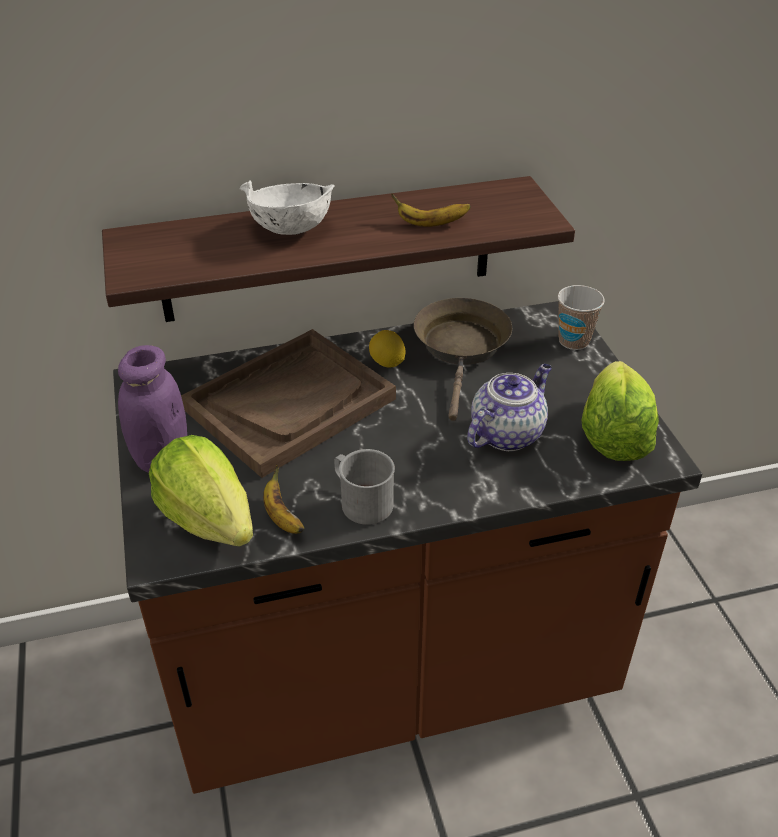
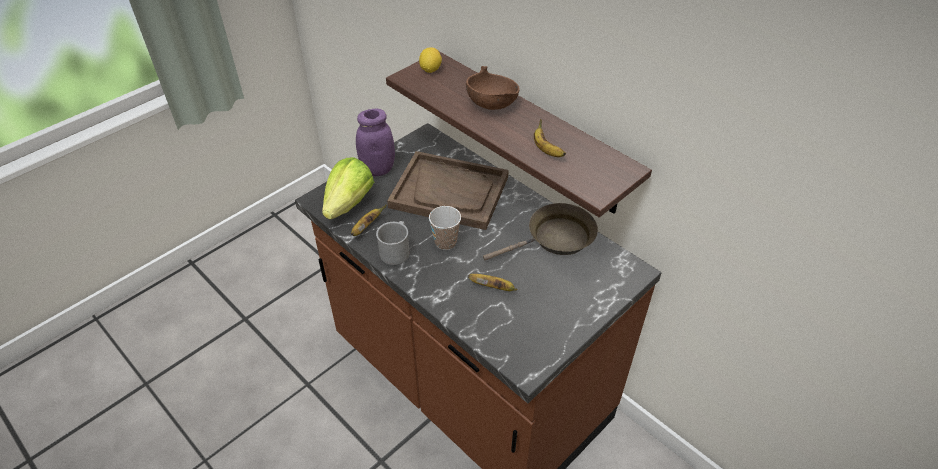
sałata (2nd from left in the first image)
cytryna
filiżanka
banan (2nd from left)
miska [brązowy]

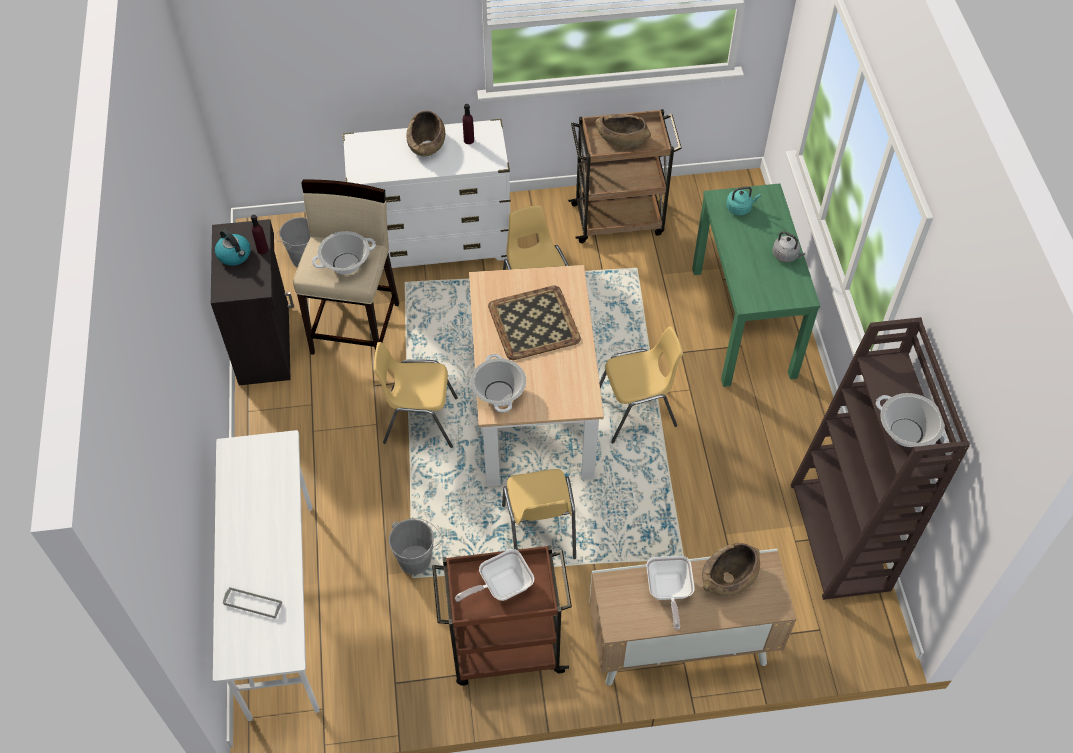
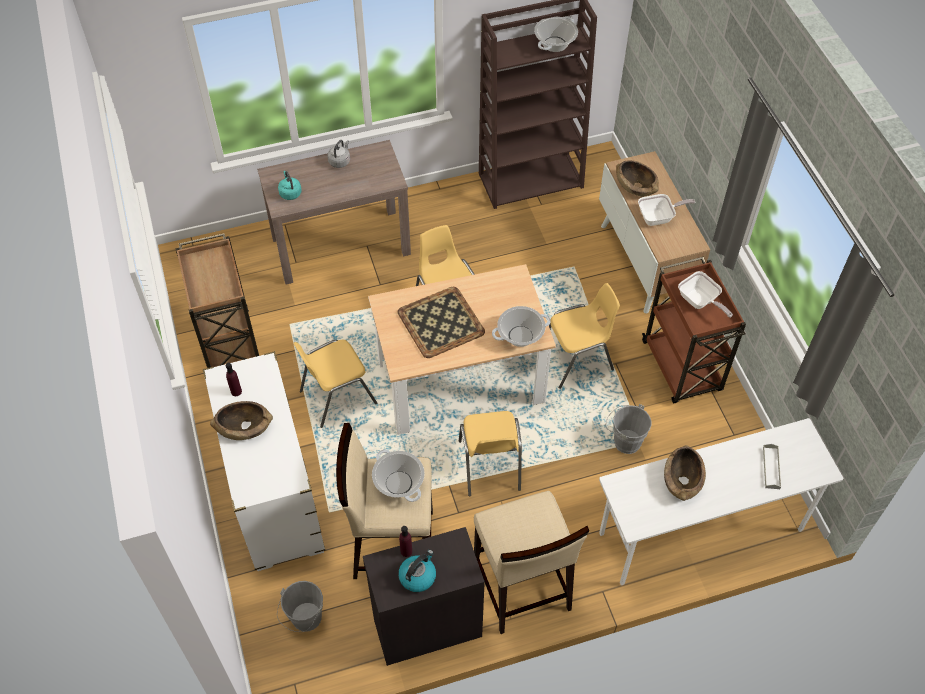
stołek [beżowy] (2nd from left)
miska [brązowy] (3rd from left)
stolik konsolowy [brązowy]

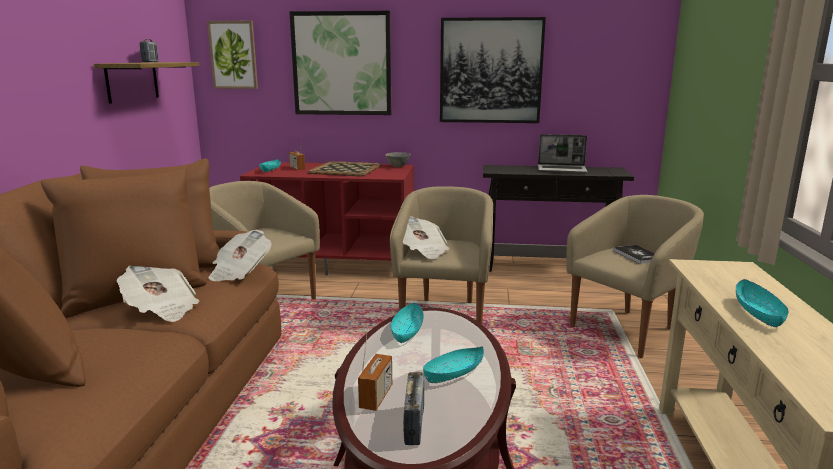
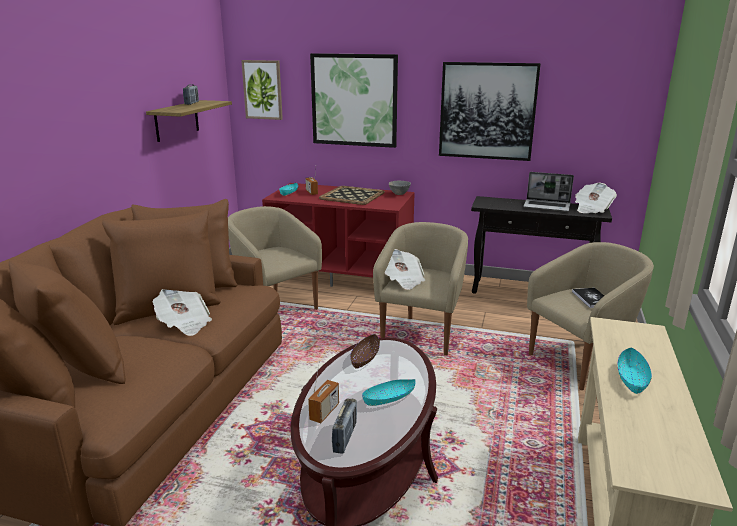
gazeta (3rd from left)
miska [brązowy]

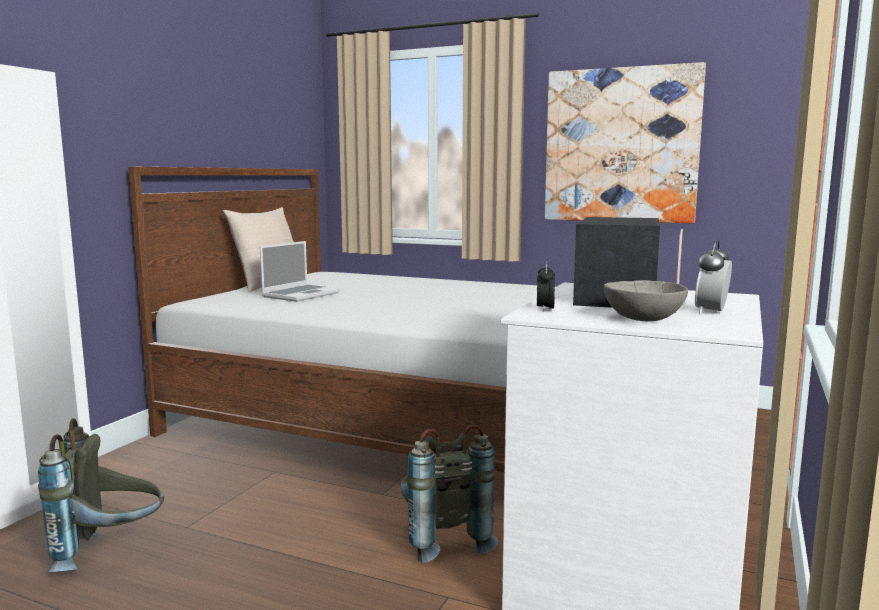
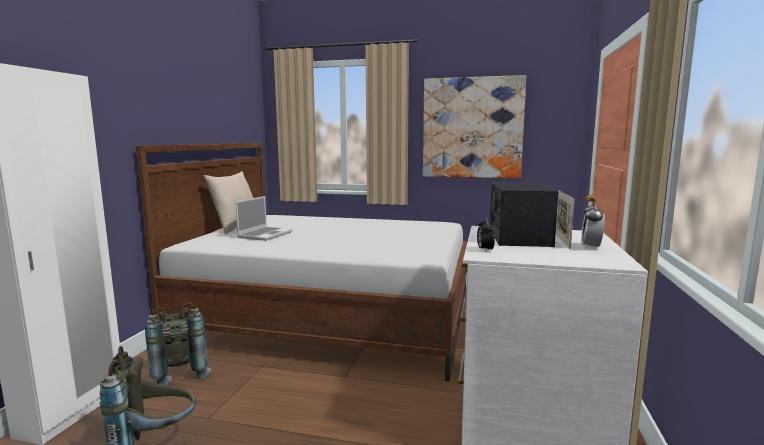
miska [szary]
plecak [szary] (2nd from left)

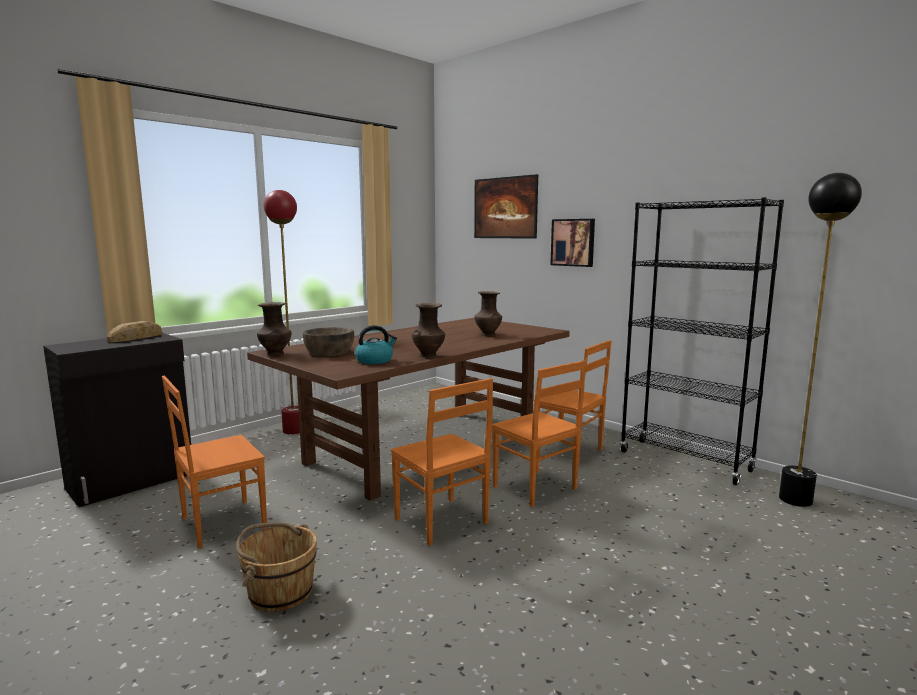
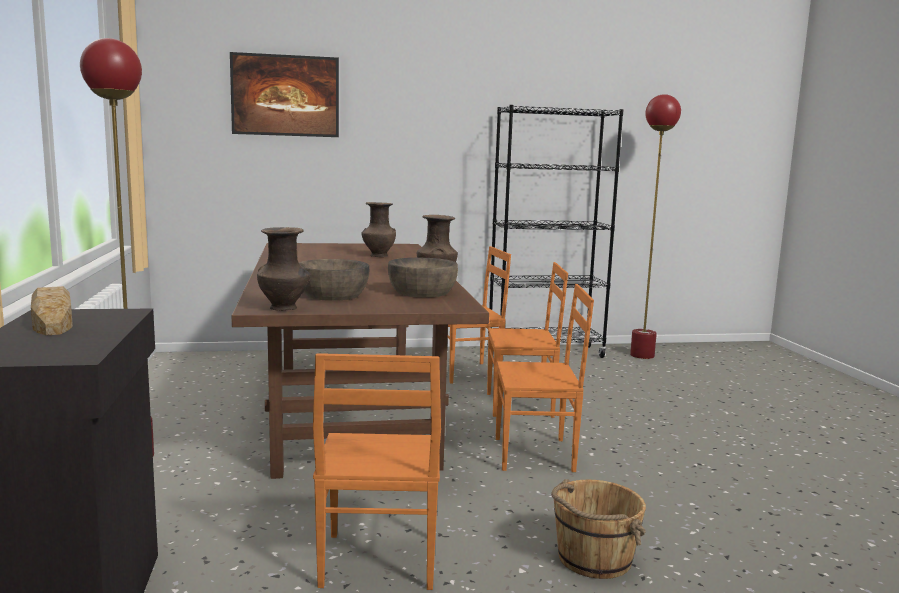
obraz (2nd from left in the first image)
miska [brązowy] (2nd from left)
lampa stojąca [czerwony] (2nd from left)

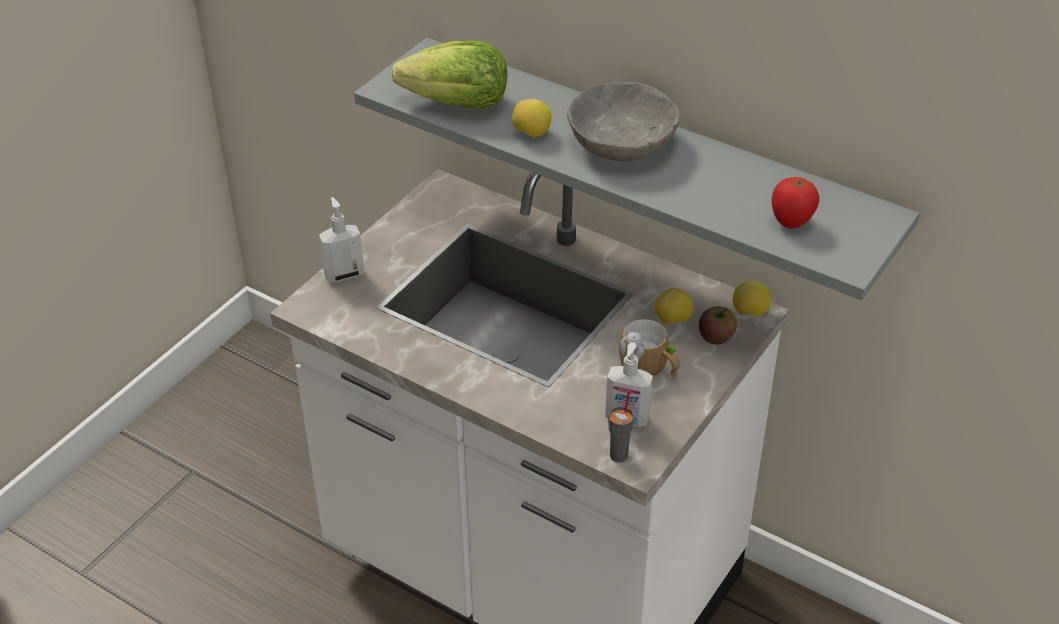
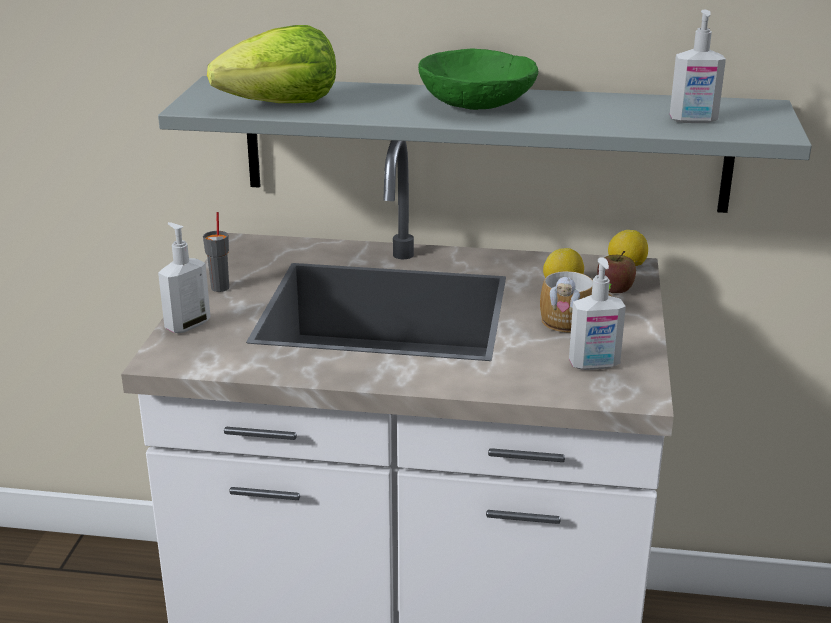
cytryna (1st from left in the first image)
filiżanka [szary]
dozownik mydła (3rd from left)
miska [zielony]

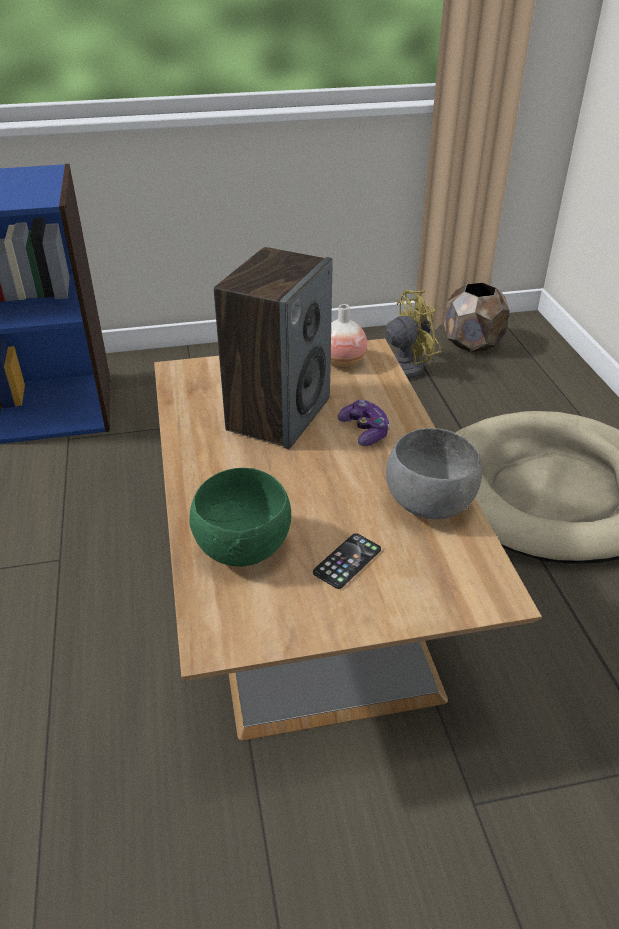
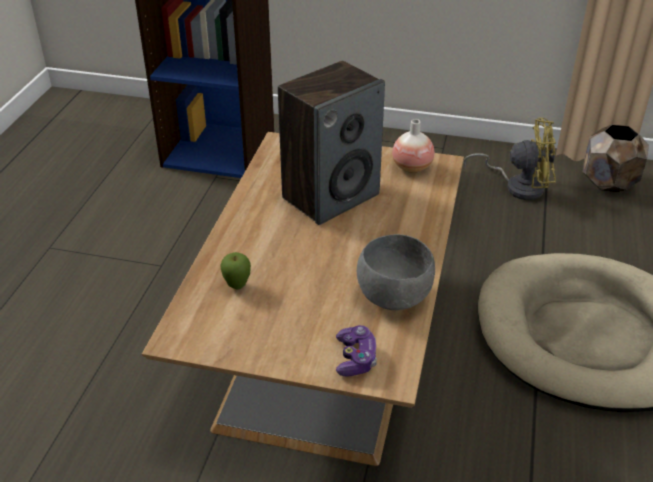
telefon
pad do gier
jabłko

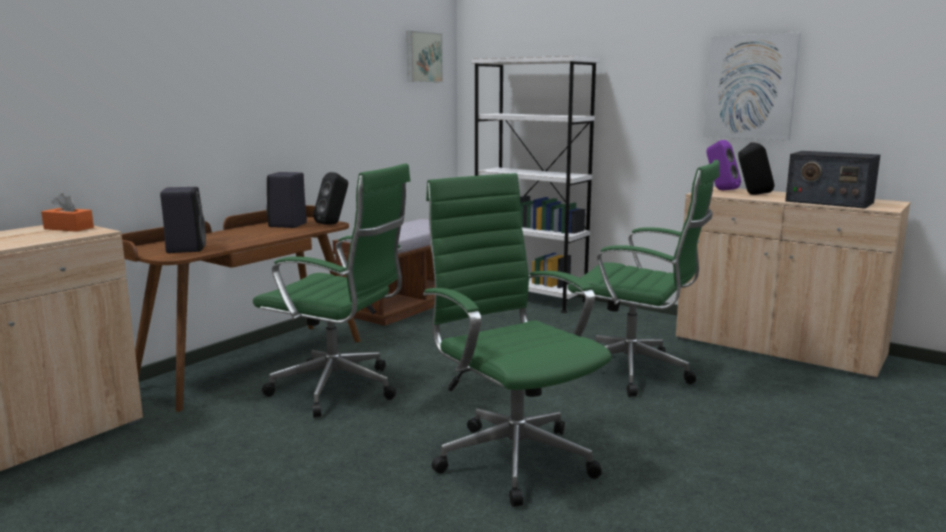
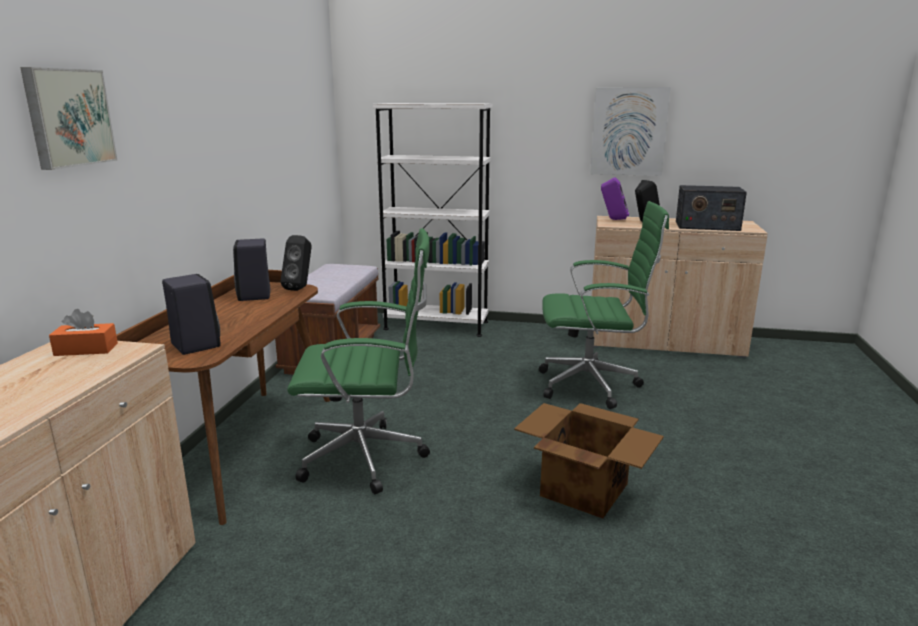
obraz (1st from left)
karton

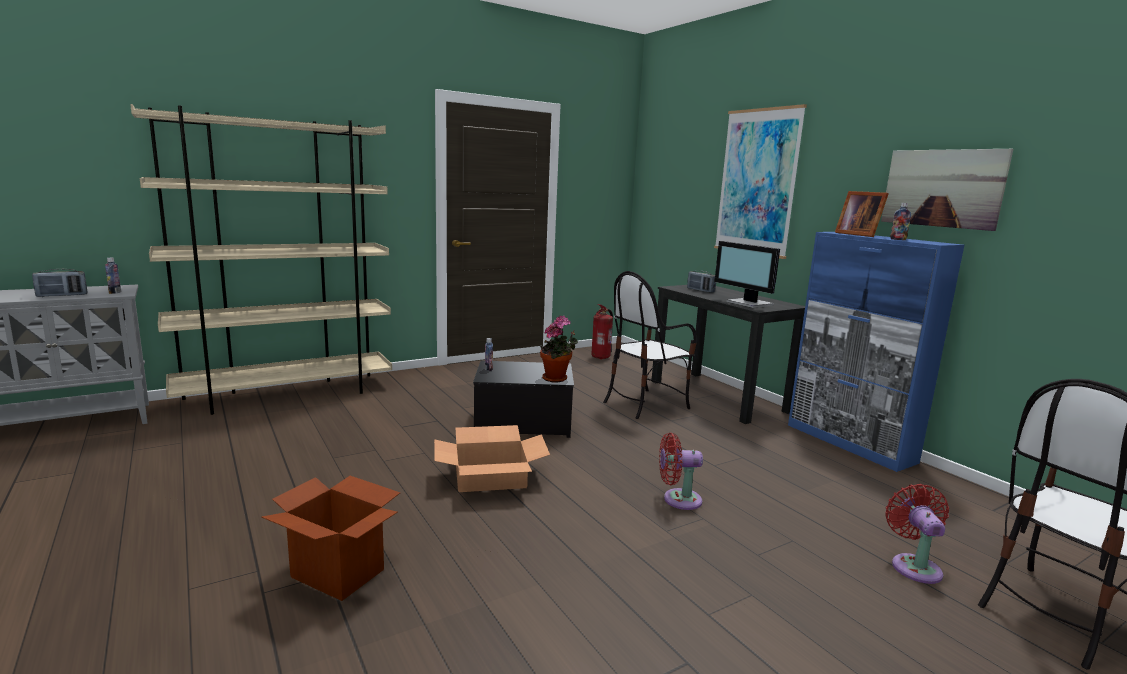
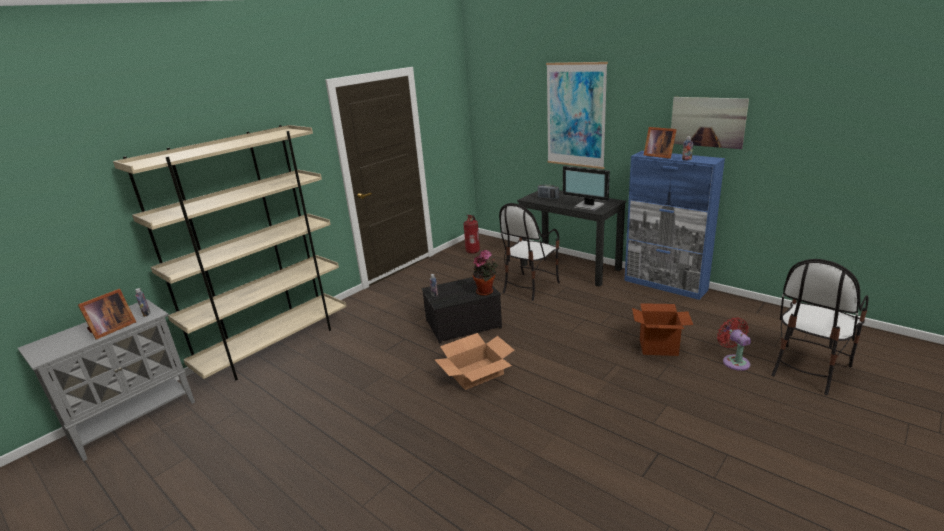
wentylator [czerwony] (1st from left in the first image)
karton (2nd from left)
ramka na zdjęcie (1st from left)

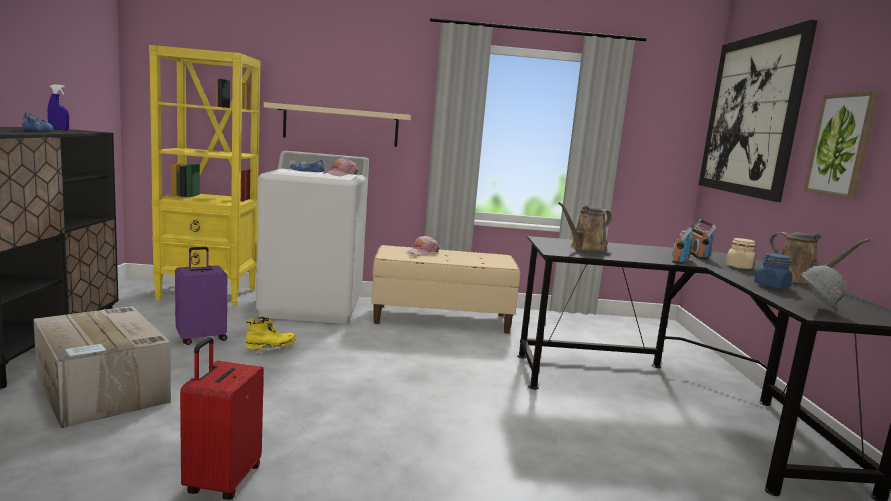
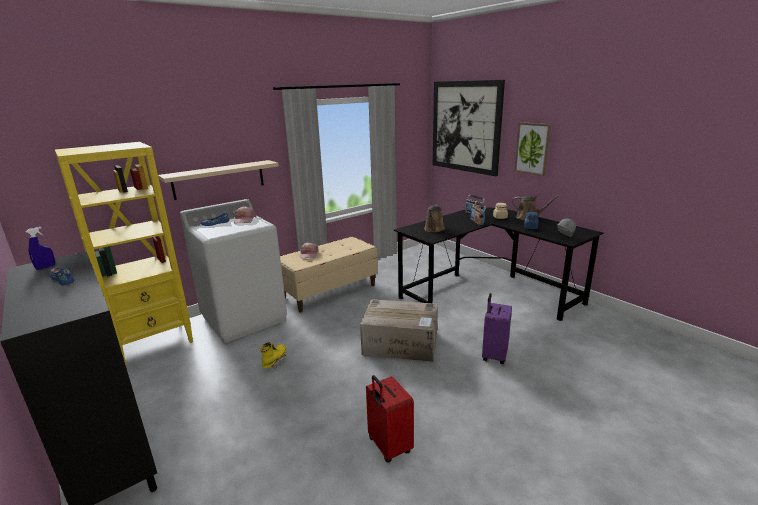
karton
walizka [fioletowy]

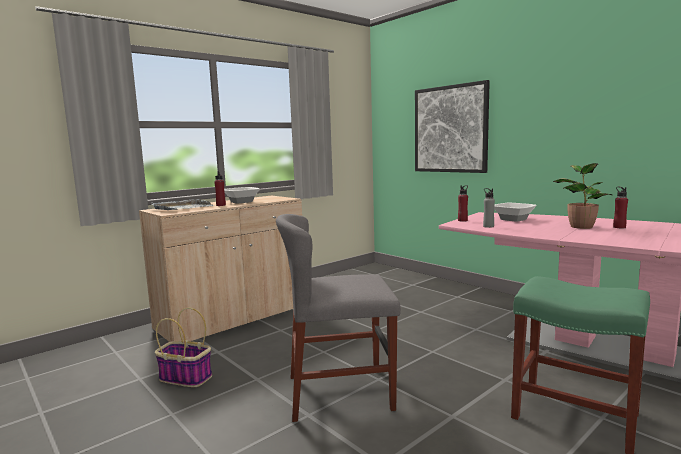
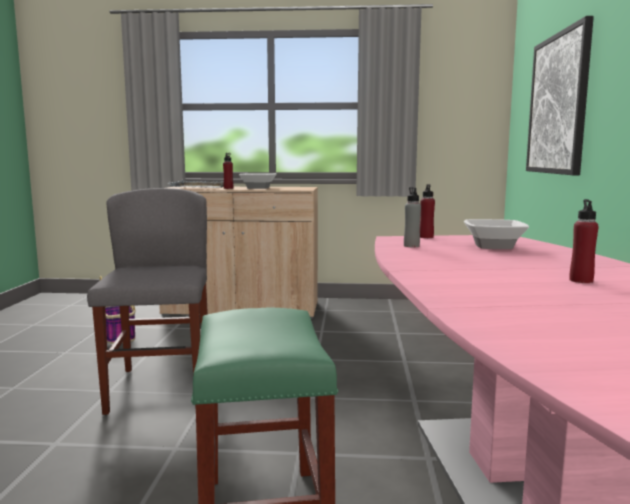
roślina doniczkowa
krzesło [szary]

